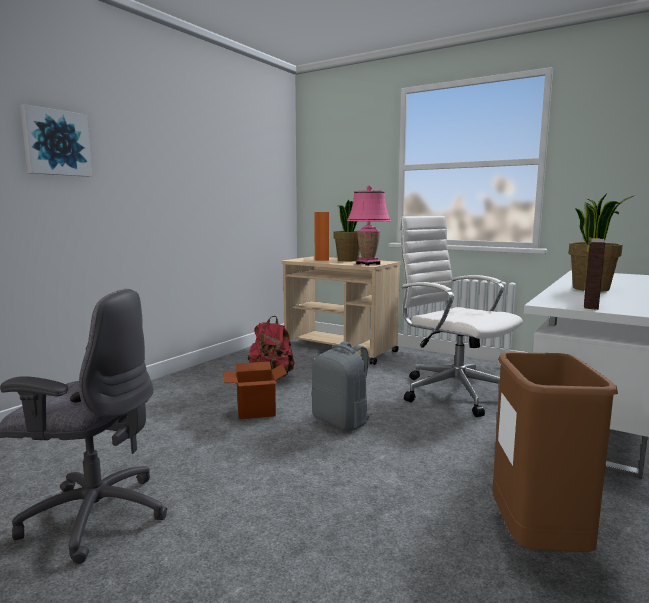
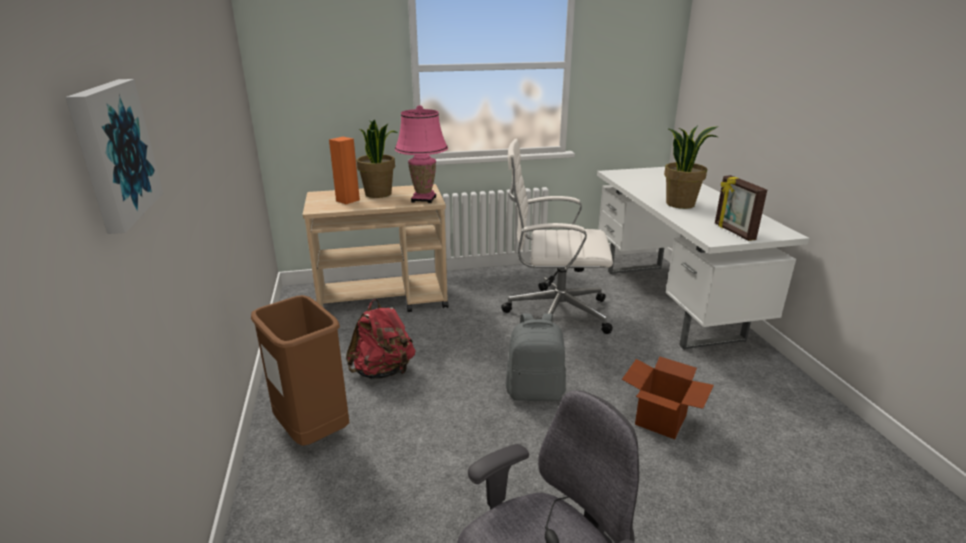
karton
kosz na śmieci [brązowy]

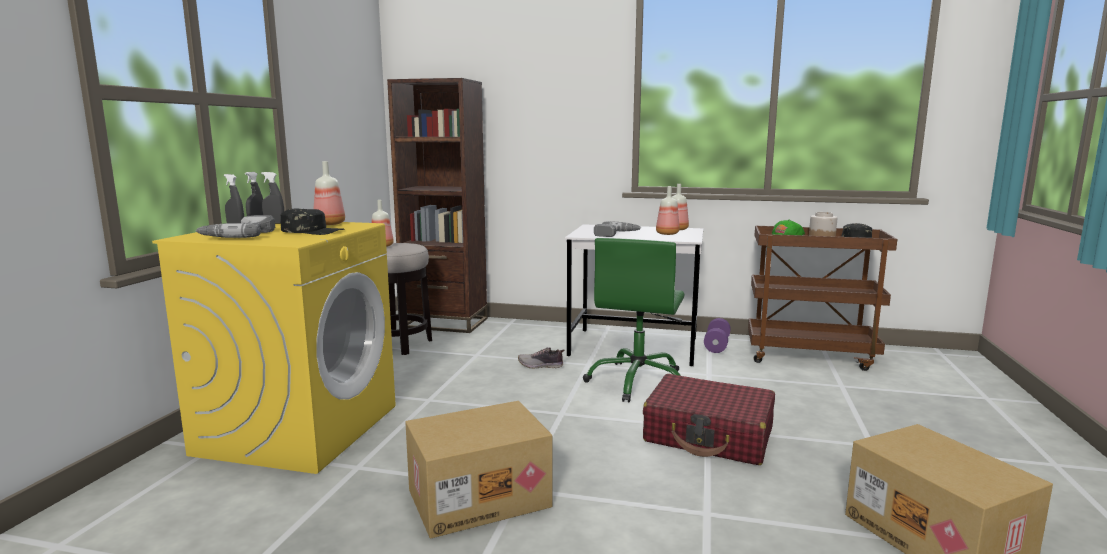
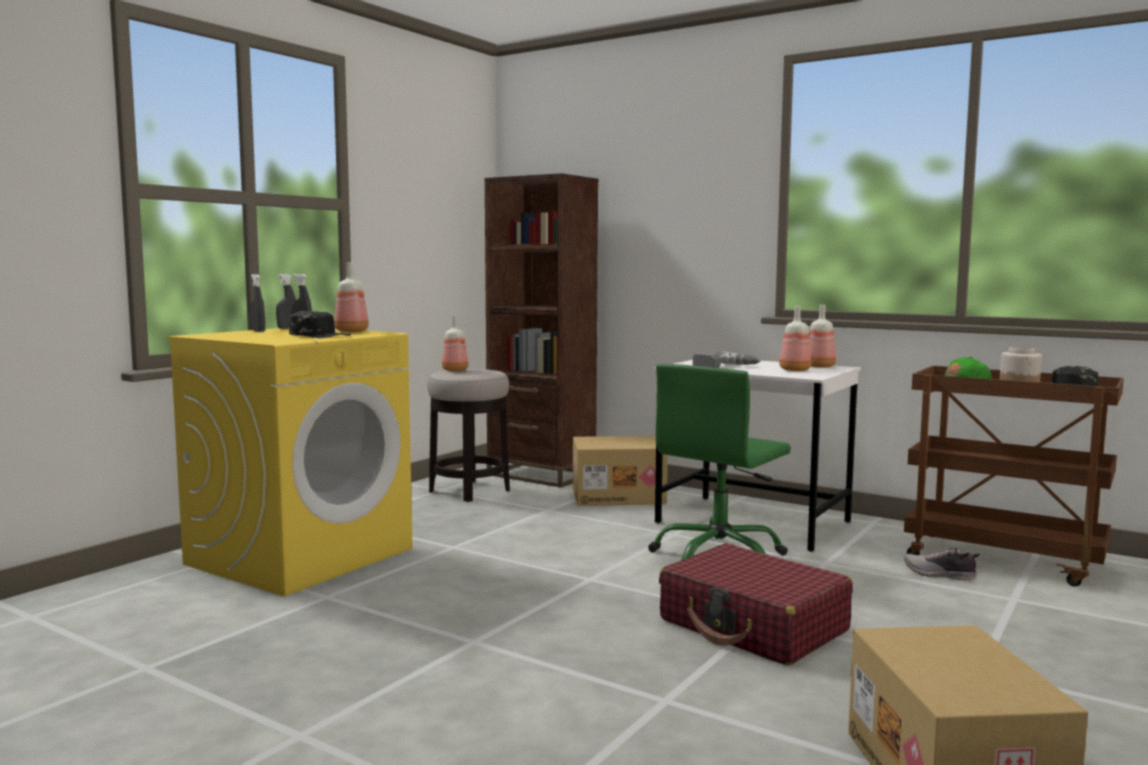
wiertarka (1st from left in the first image)
hantel [fioletowy]
karton (1st from left)
but

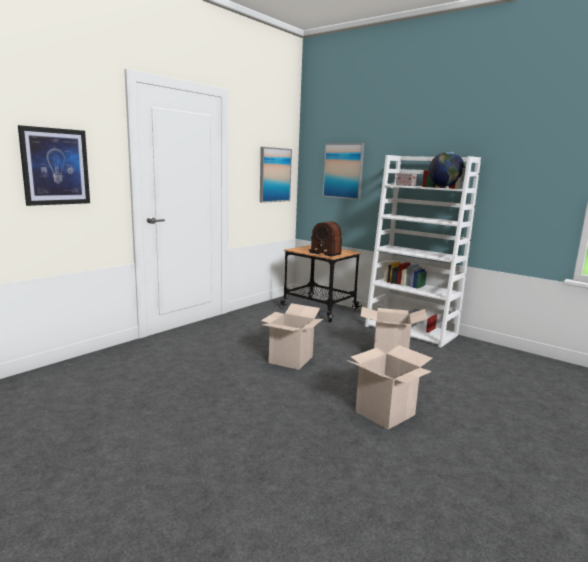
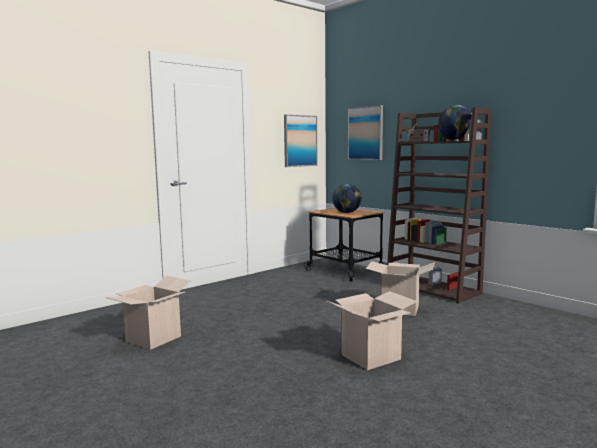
obraz (1st from left in the first image)
karton (1st from left)
globus (1st from left)
regał [brązowy]

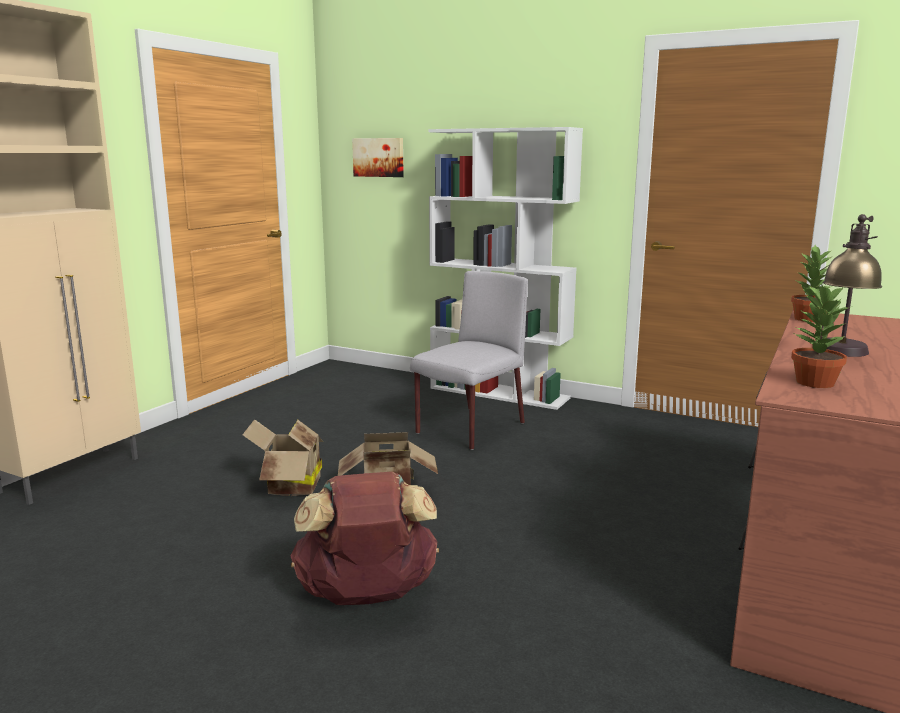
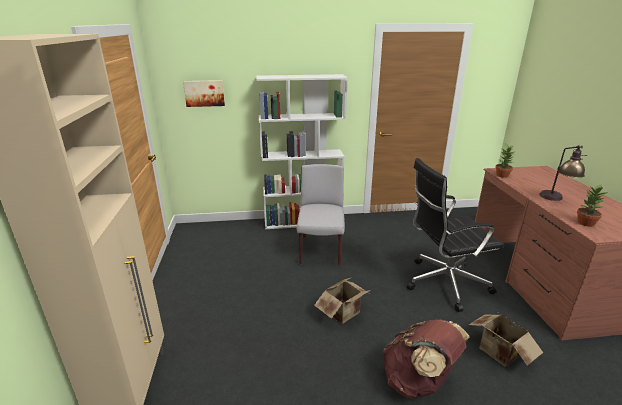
krzesło biurowe [czarny]
karton (2nd from left)

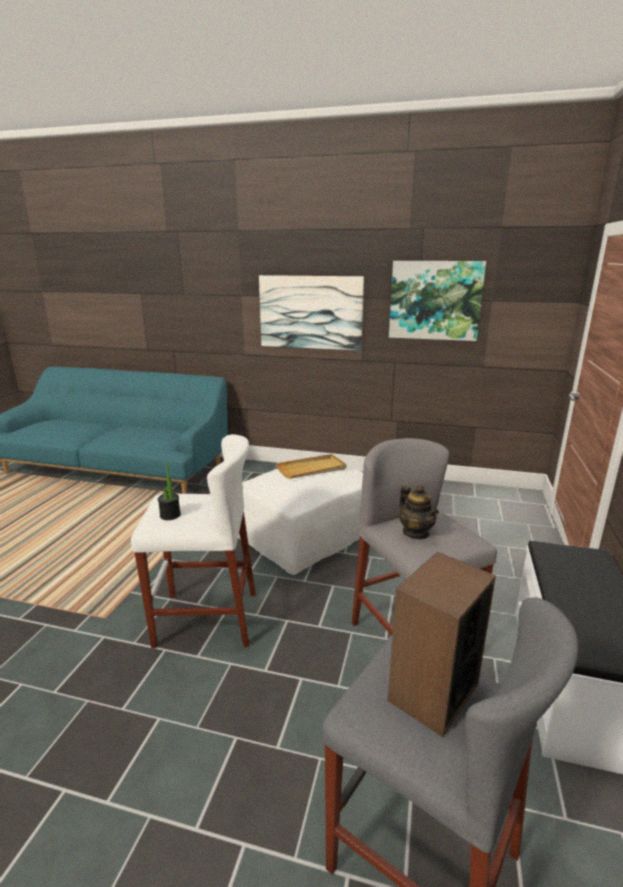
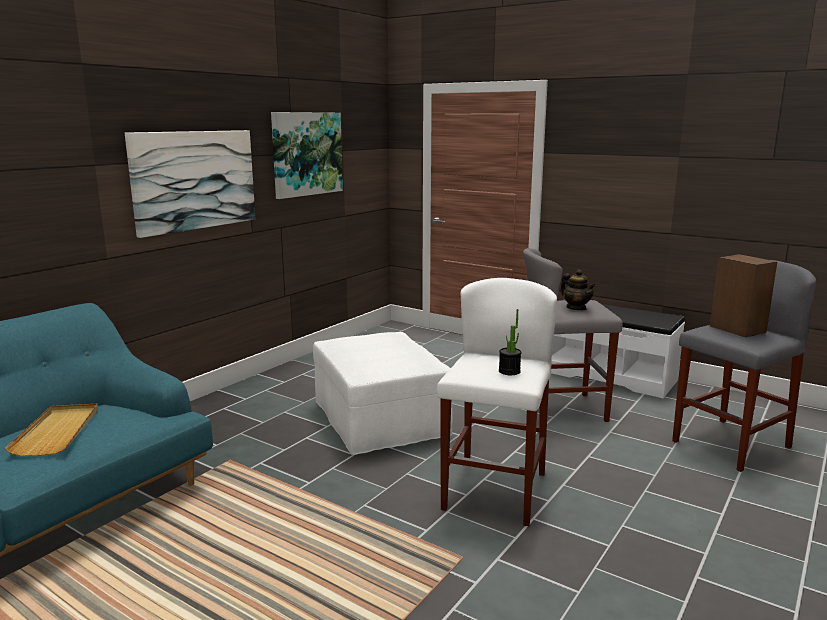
taca [beżowy]
imbryk

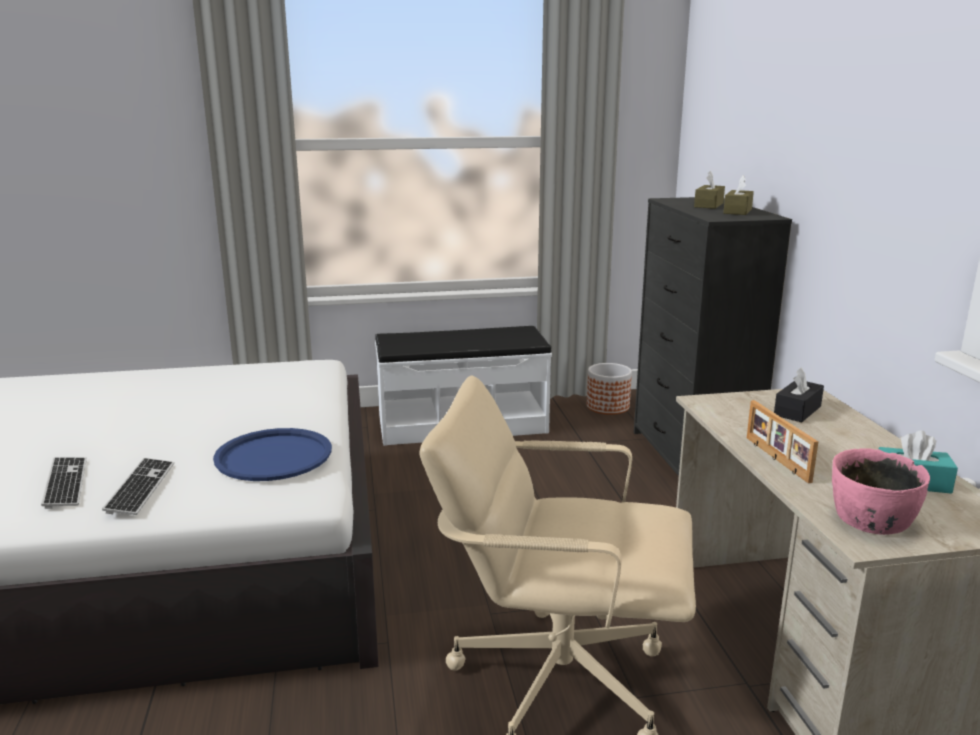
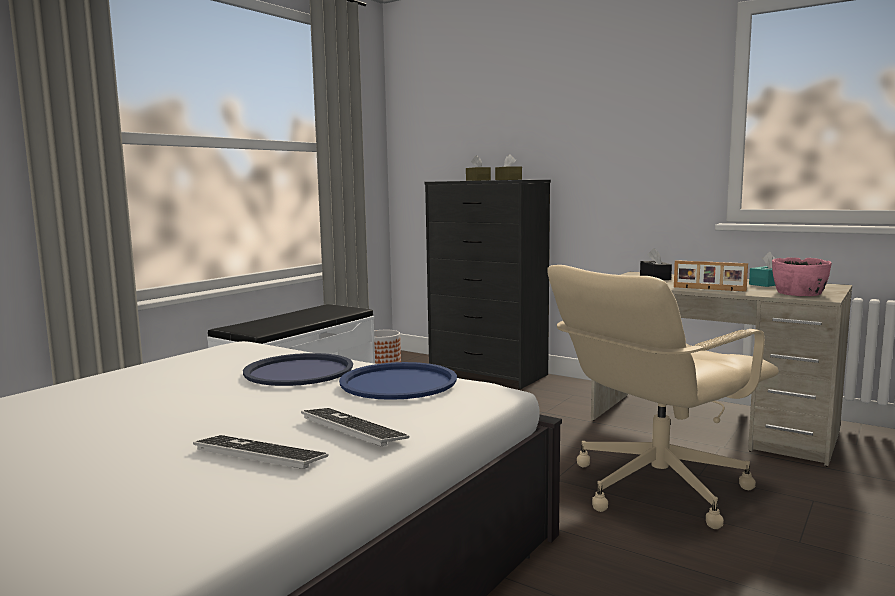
taca [niebieski] (1st from left)

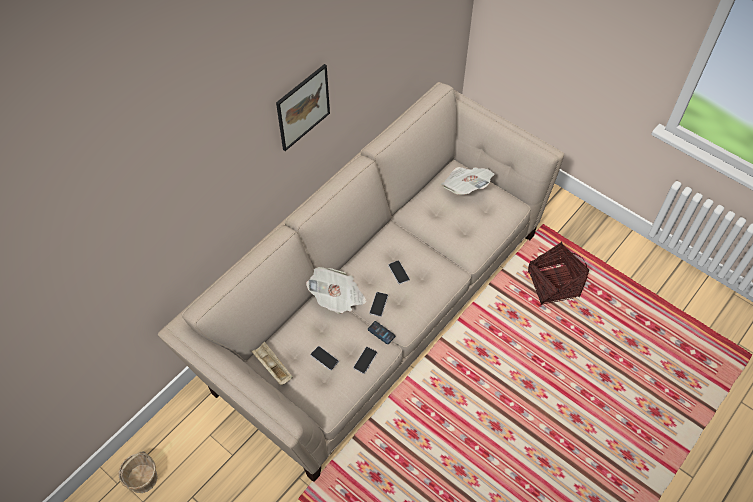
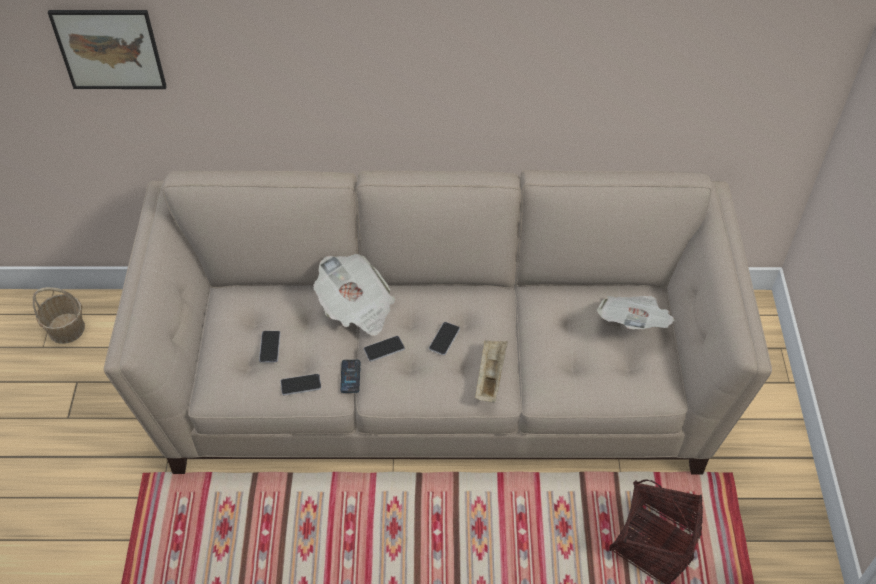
taca [beżowy]
obraz

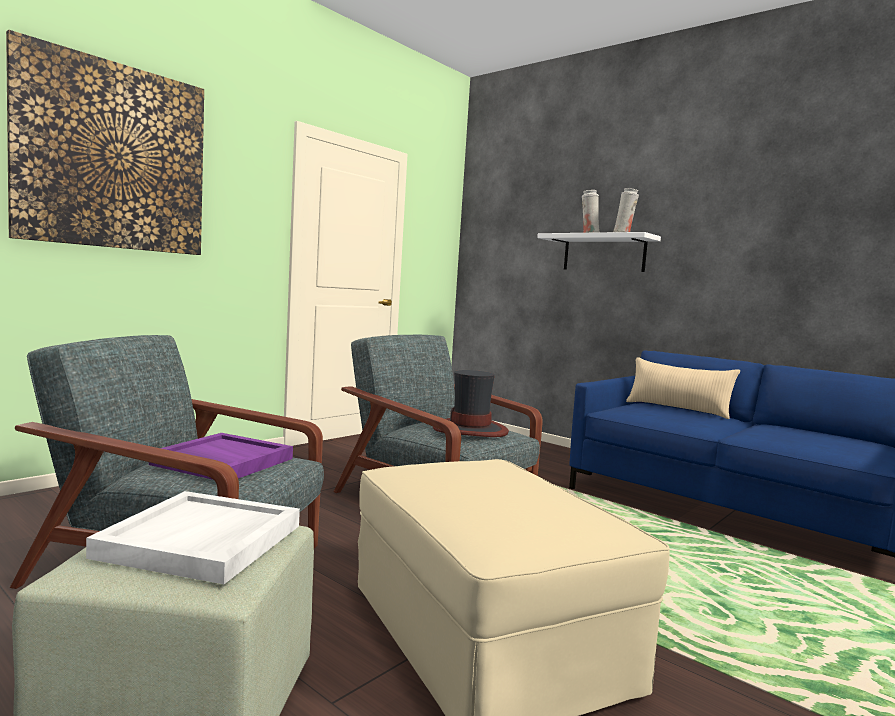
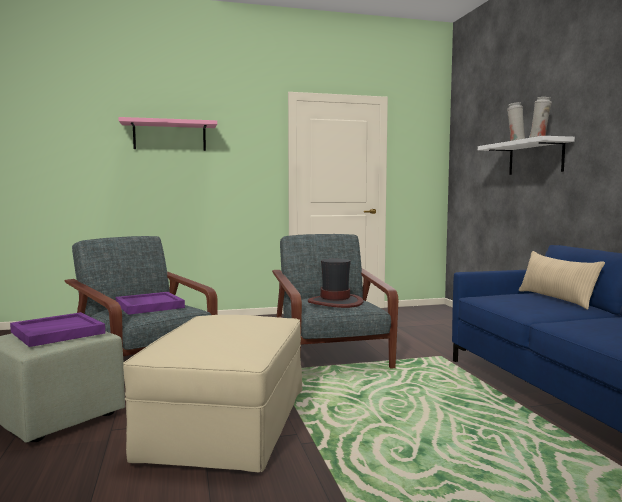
półka [różowy]
taca [fioletowy] (1st from left)

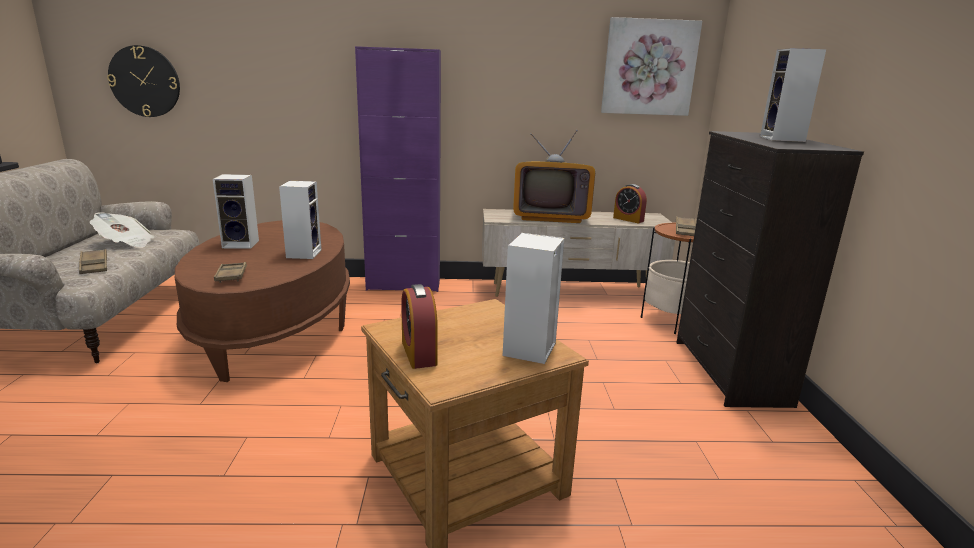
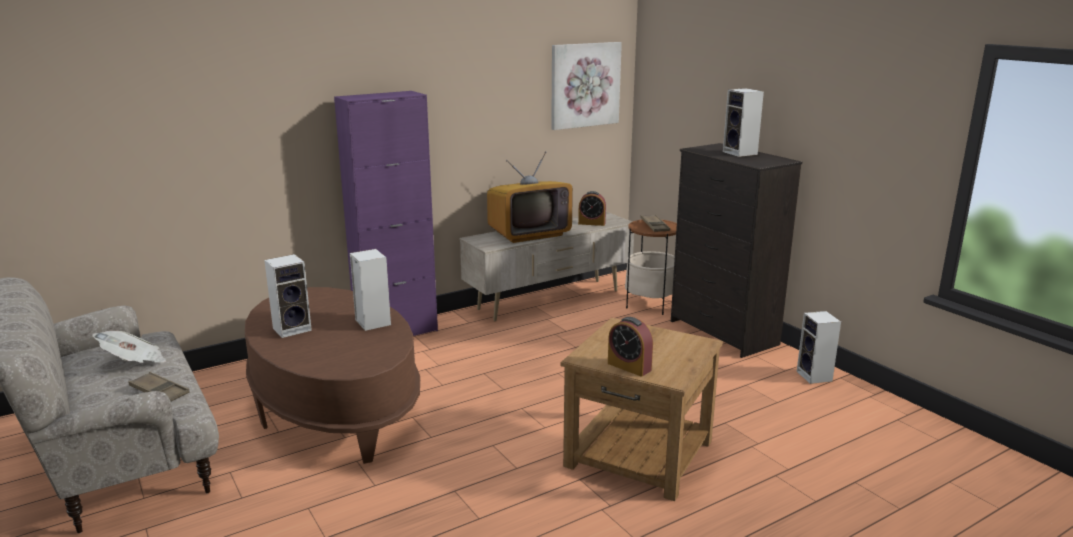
zegar ścienny
taca [brązowy] (2nd from left in the first image)
głośnik (4th from left)

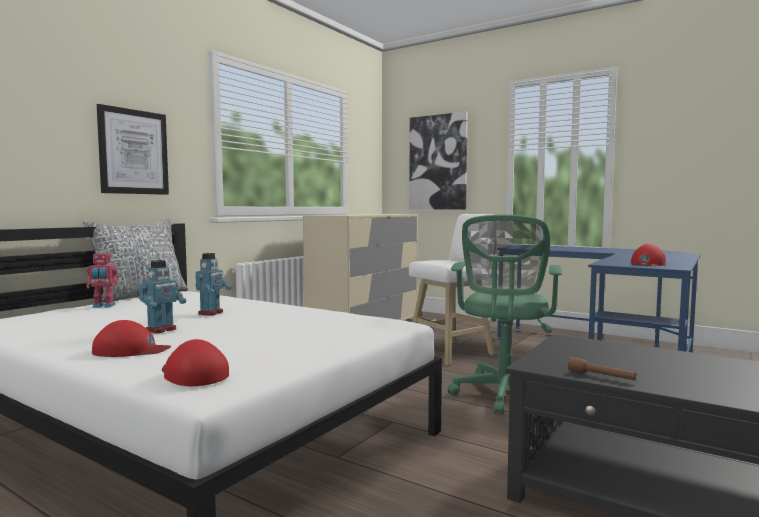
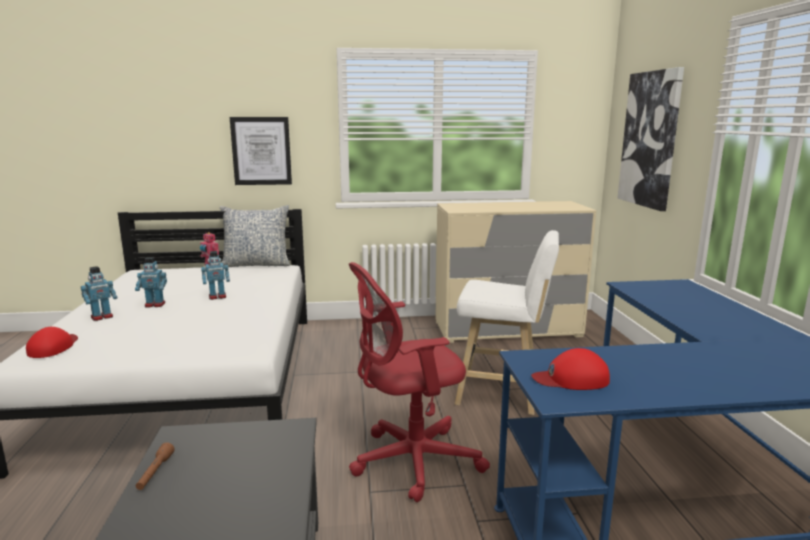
robot zabawkowy (1st from left)
krzesło biurowe [czerwony]

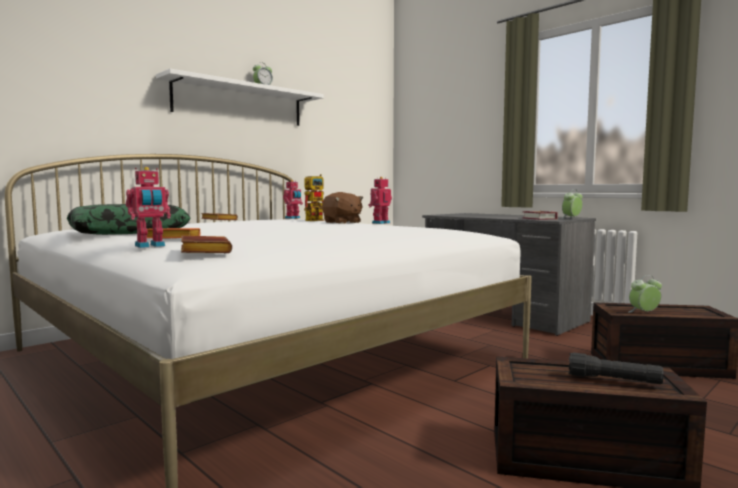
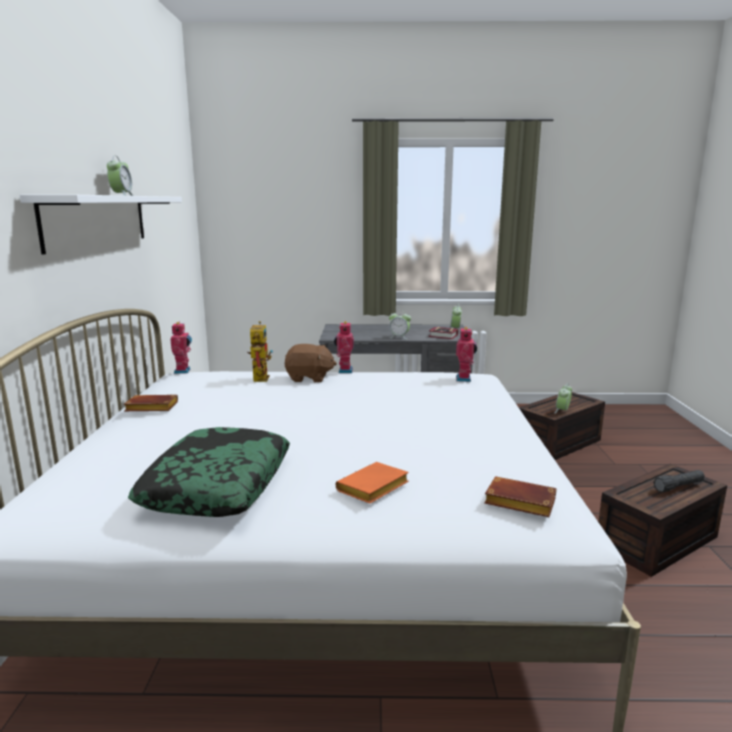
budzik (2nd from left)
robot zabawkowy (4th from left)

